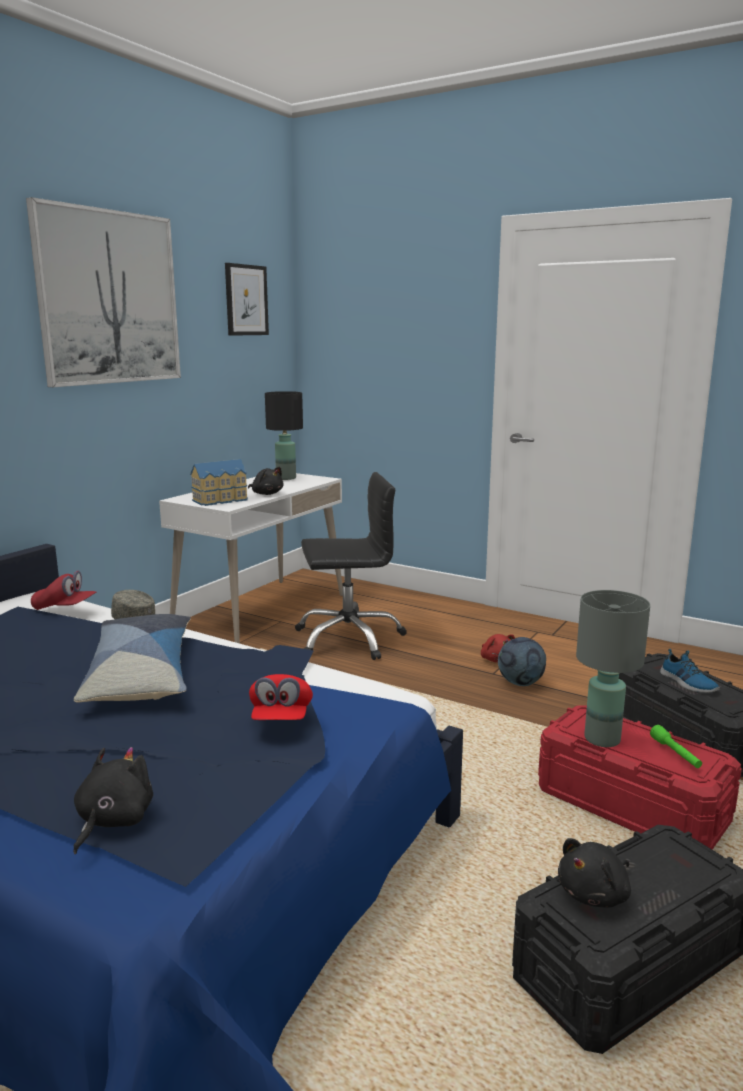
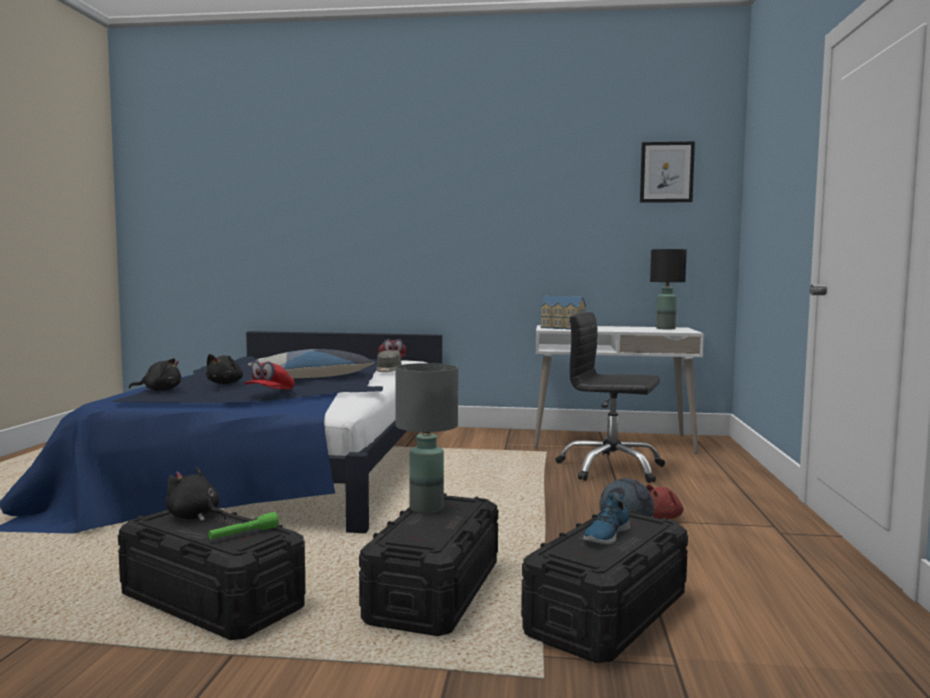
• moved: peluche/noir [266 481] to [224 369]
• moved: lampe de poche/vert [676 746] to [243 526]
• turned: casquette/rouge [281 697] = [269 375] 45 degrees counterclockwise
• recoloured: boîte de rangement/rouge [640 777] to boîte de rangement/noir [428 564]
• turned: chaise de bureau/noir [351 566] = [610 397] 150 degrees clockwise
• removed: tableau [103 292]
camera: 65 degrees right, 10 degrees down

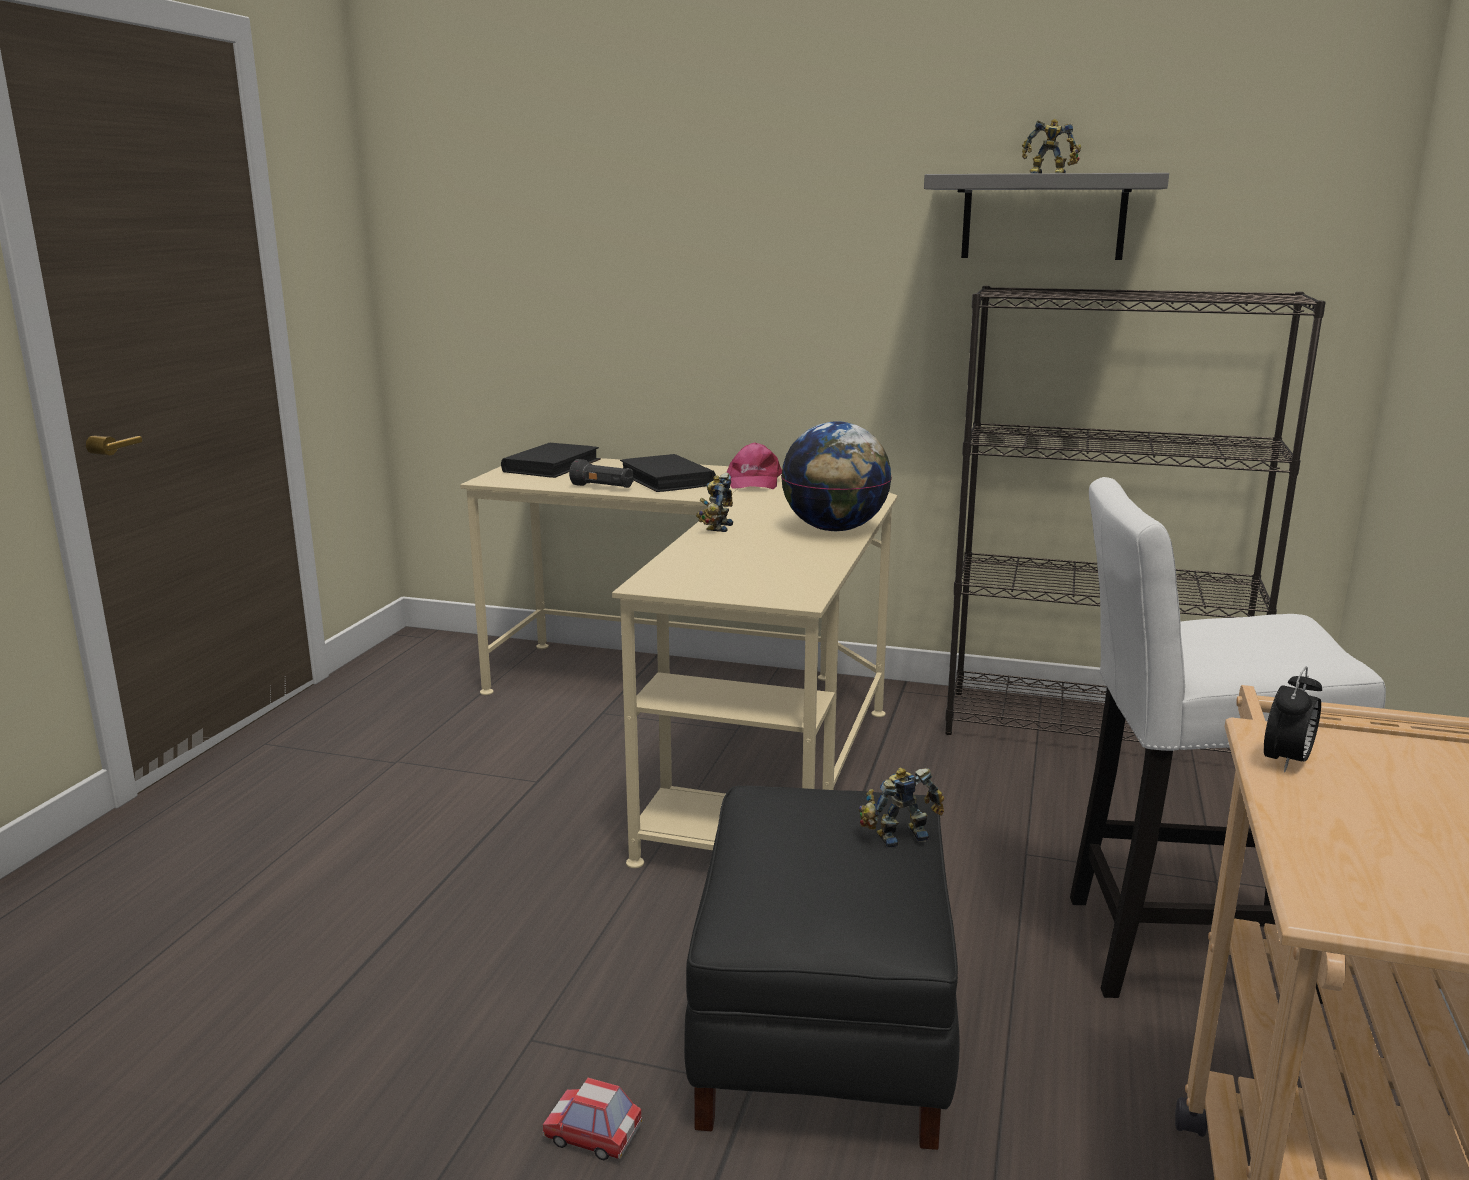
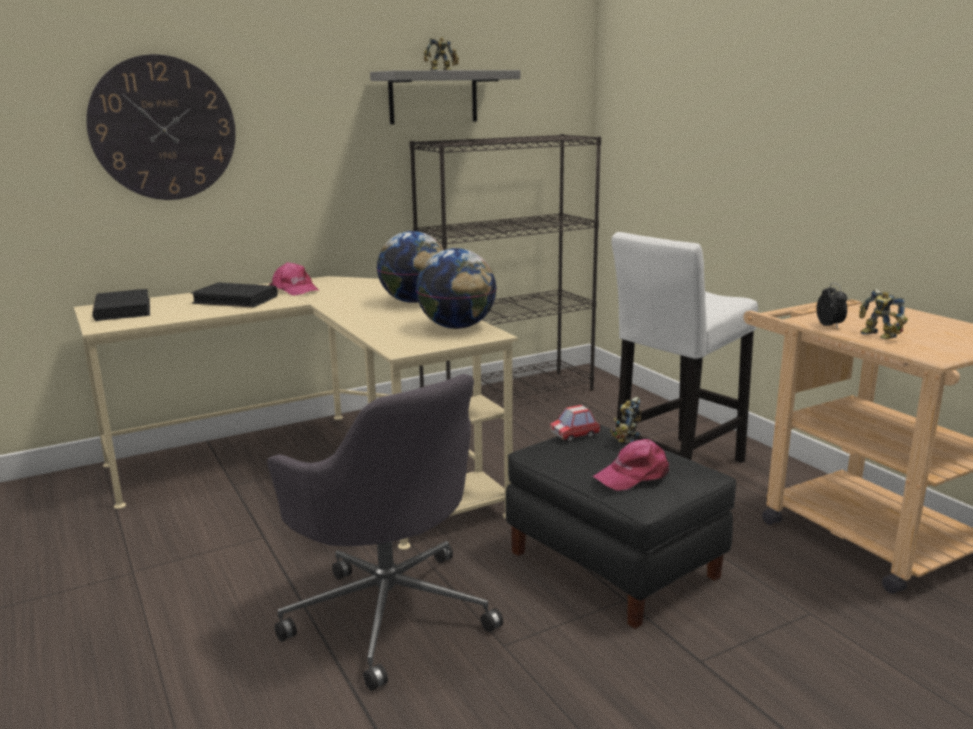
• added: horloge murale [161 127]
• added: chaise de bureau/gris [385 532]
• added: globe [456 288]
• moved: petite voiture [592 1119] to [575 423]
• added: casquette/rose [631 465]
• moved: robot jouet [714 502] to [883 314]
• removed: lampe de poche/noir [601 473]
camera: 45 degrees left, 0 degrees up

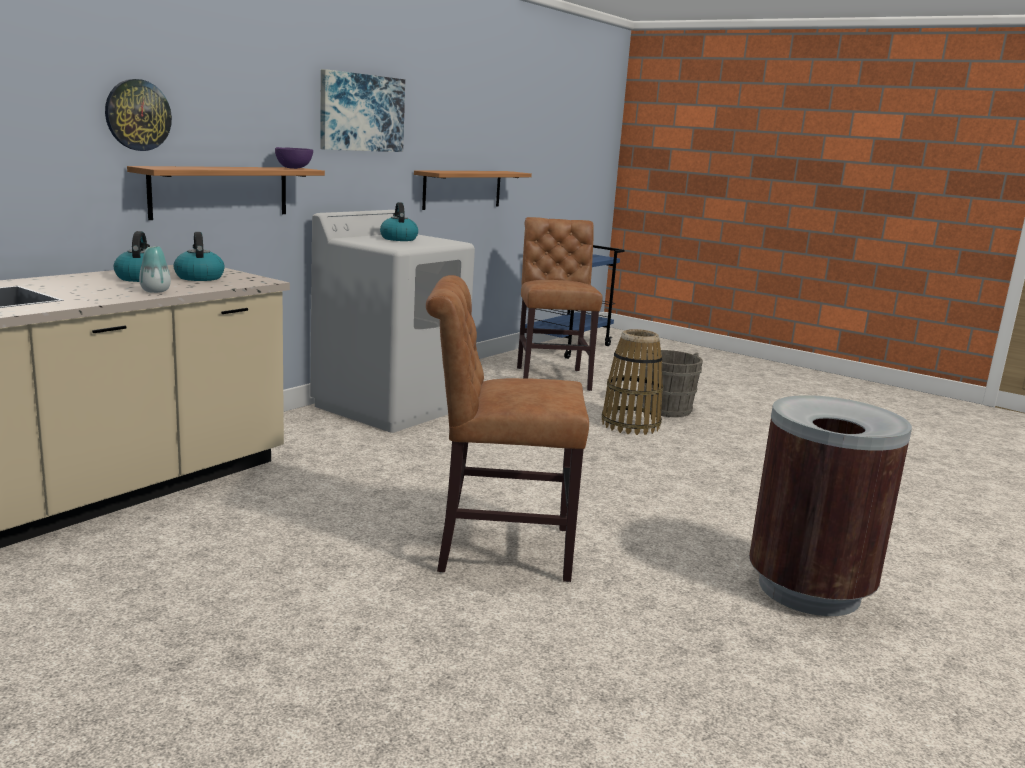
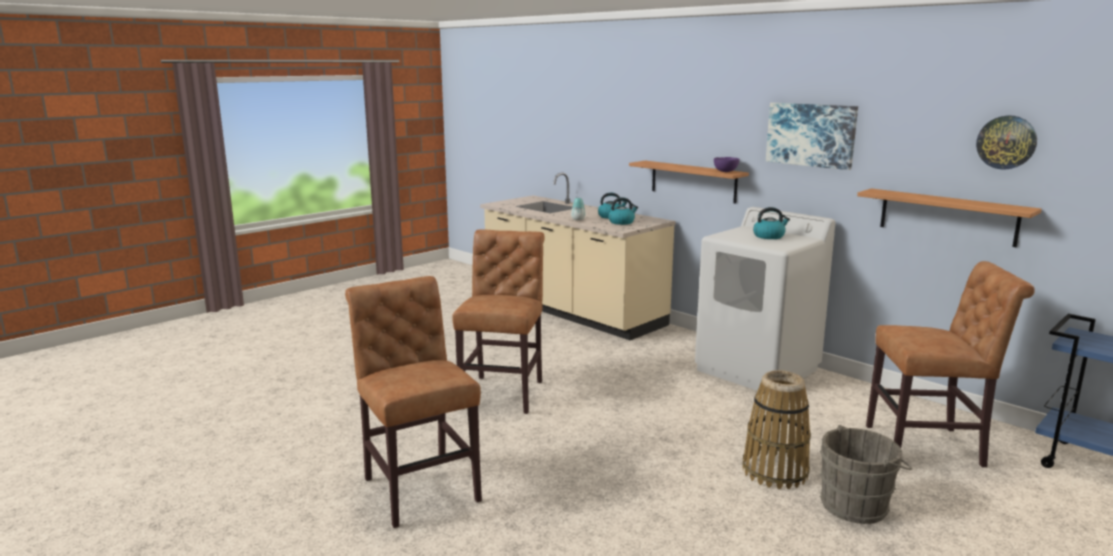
• replaced: poubelle/marron [830 505] to chaise/marron [413 402]
• moved: horloge murale [138 115] to [1006 143]
camera: 100 degrees right, 0 degrees up

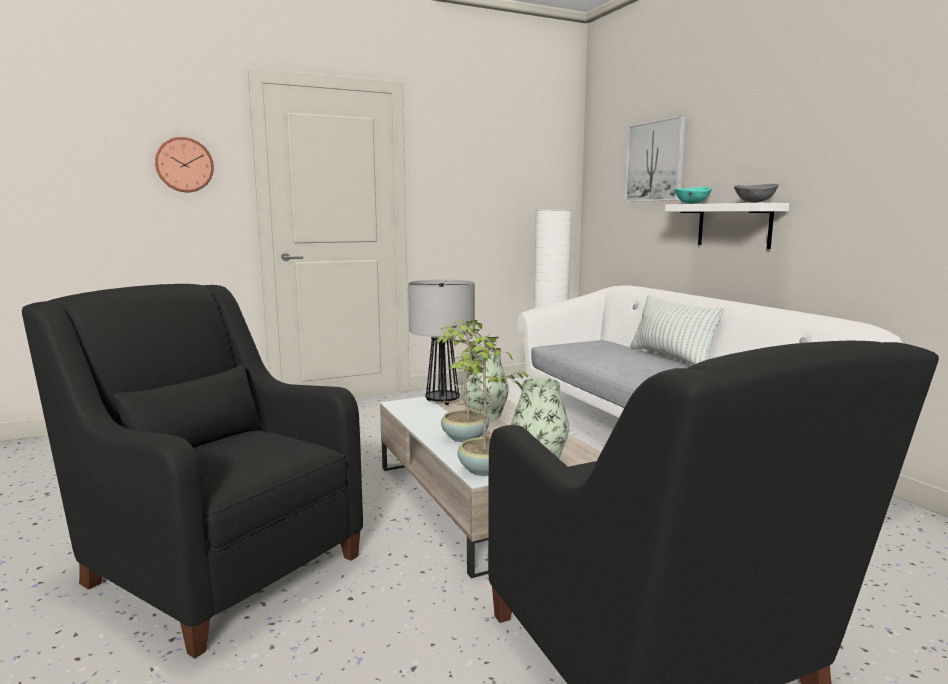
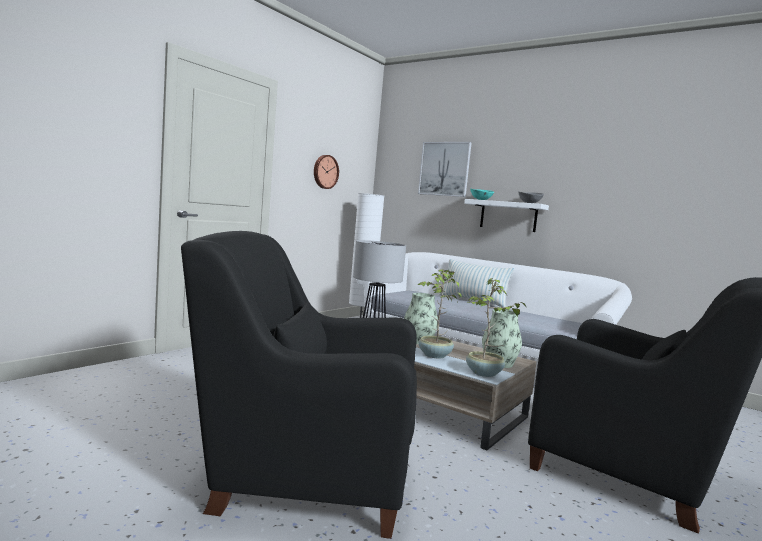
• moved: horloge murale [184 164] to [326 172]
camera: 30 degrees left, 5 degrees down

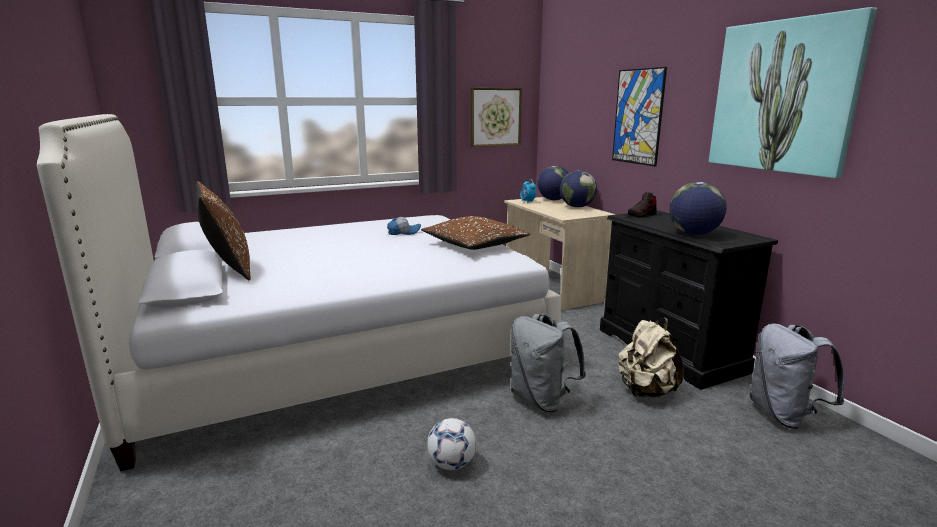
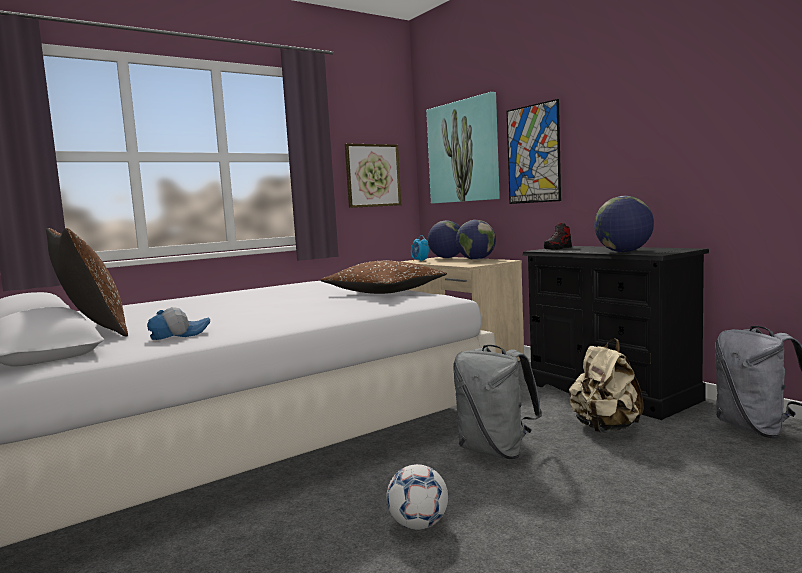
• moved: casquette [404 226] to [178 323]
• moved: tableau [793 92] to [463 148]
camera: 10 degrees left, 10 degrees down

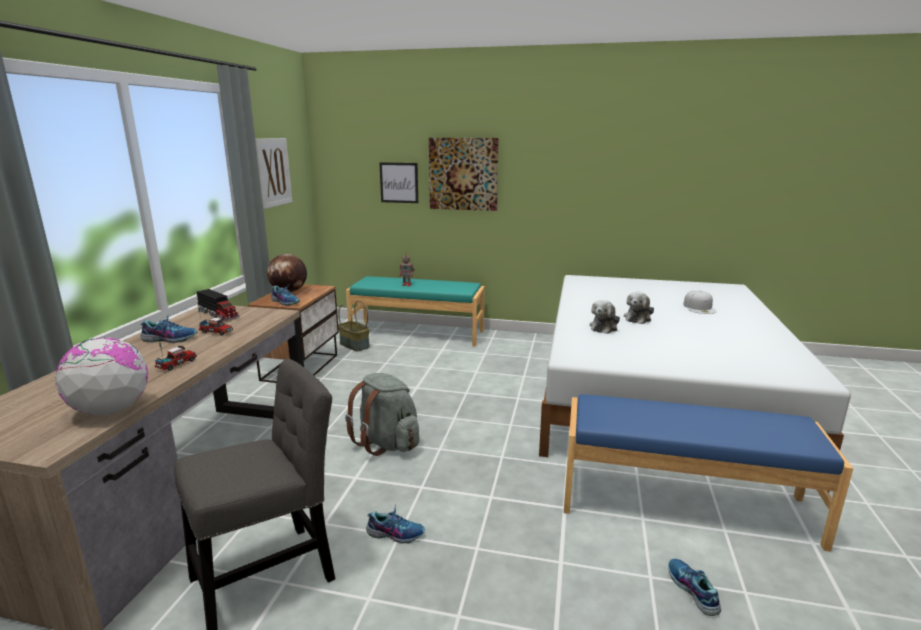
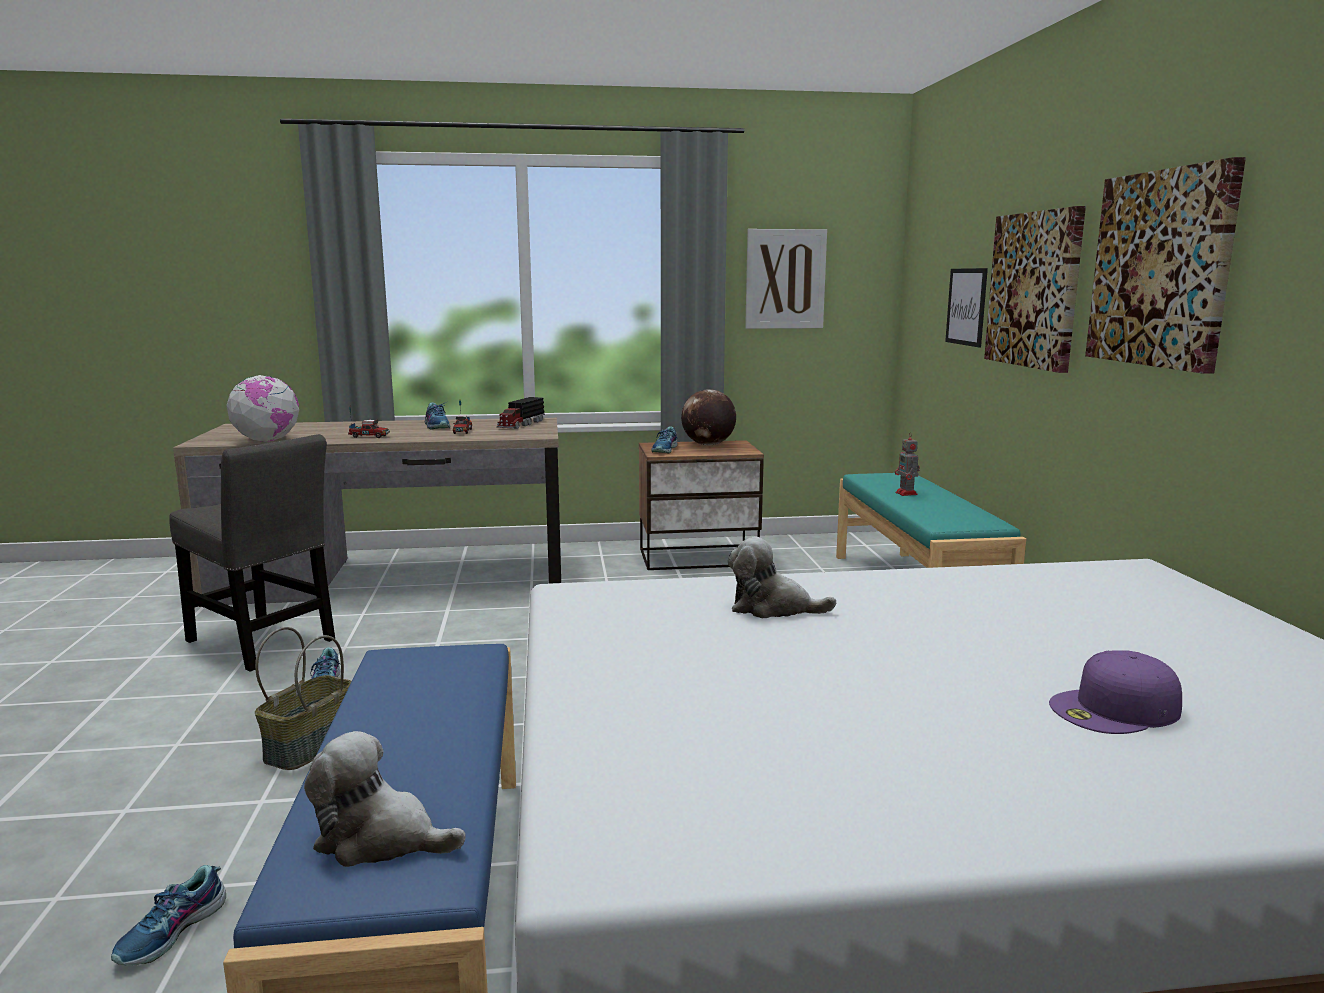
• turned: chaussure [694 587] = [168 915] 150 degrees clockwise
• moved: panier [354 326] to [303 698]
• moved: peluche [639 308] to [385 799]
• recoloured: casquette/blanc [700 302] to casquette/violet [1115 692]
• added: tableau [1165 265]
• removed: sac à dos/gris [382 414]
camera: 70 degrees right, 5 degrees down

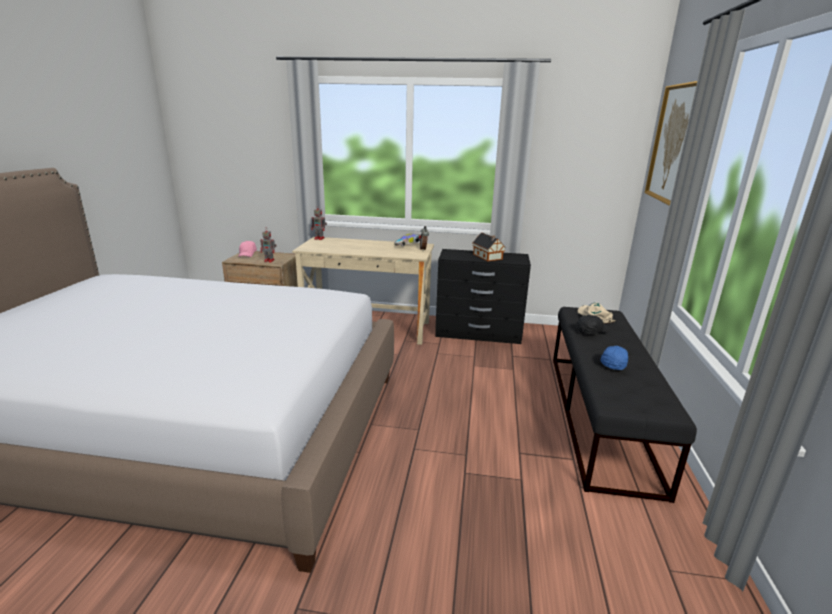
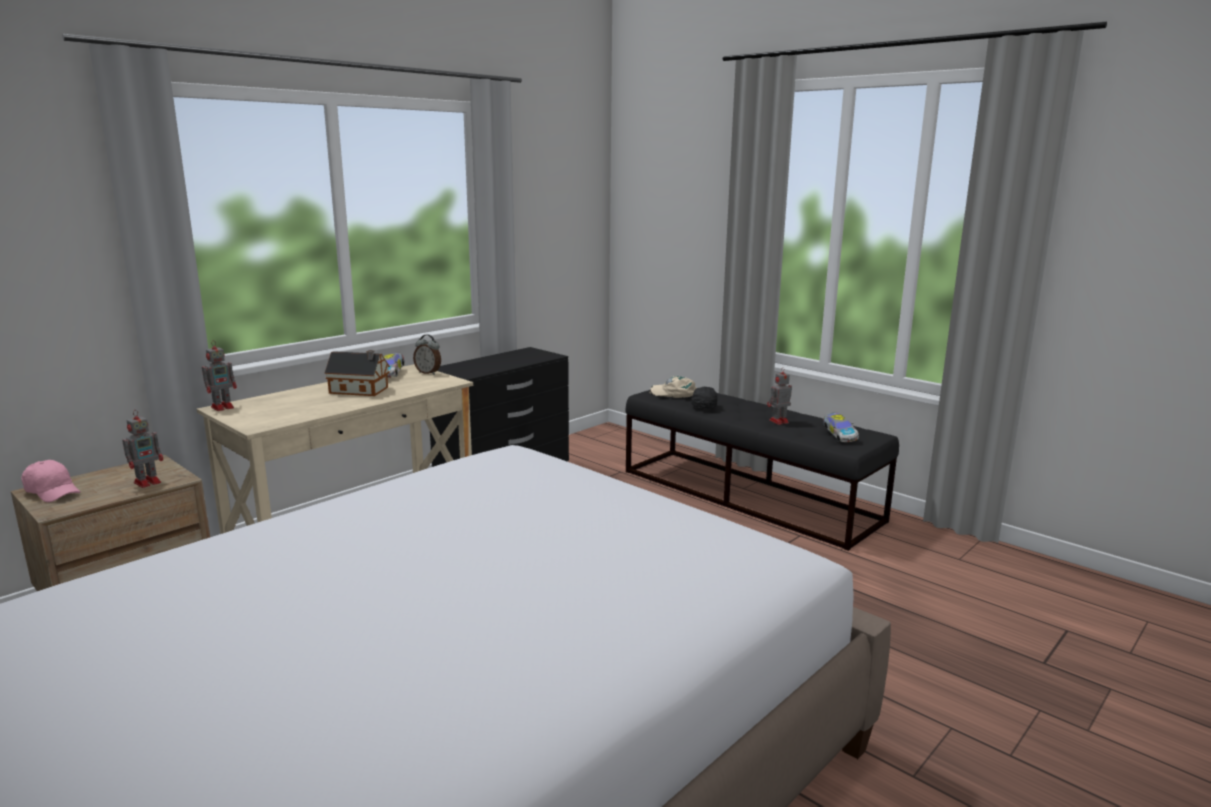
• moved: maison miniature [489 247] to [357 373]
• replaced: casquette/bleu [614 358] to robot jouet [779 396]
• added: petite voiture [841 427]
• removed: tableau [671 143]
camera: 55 degrees left, 5 degrees down

